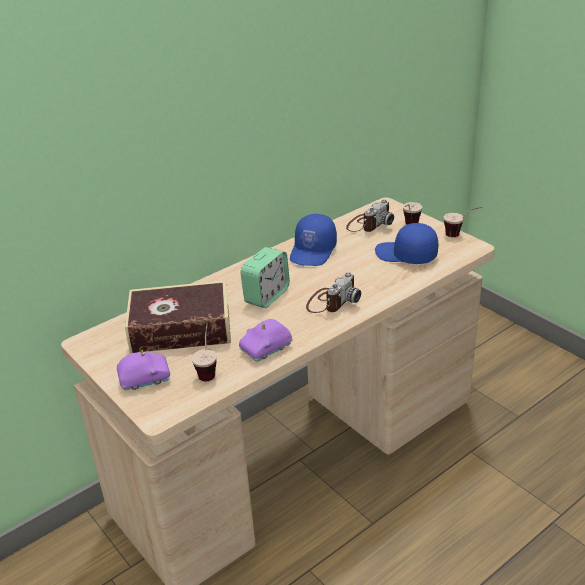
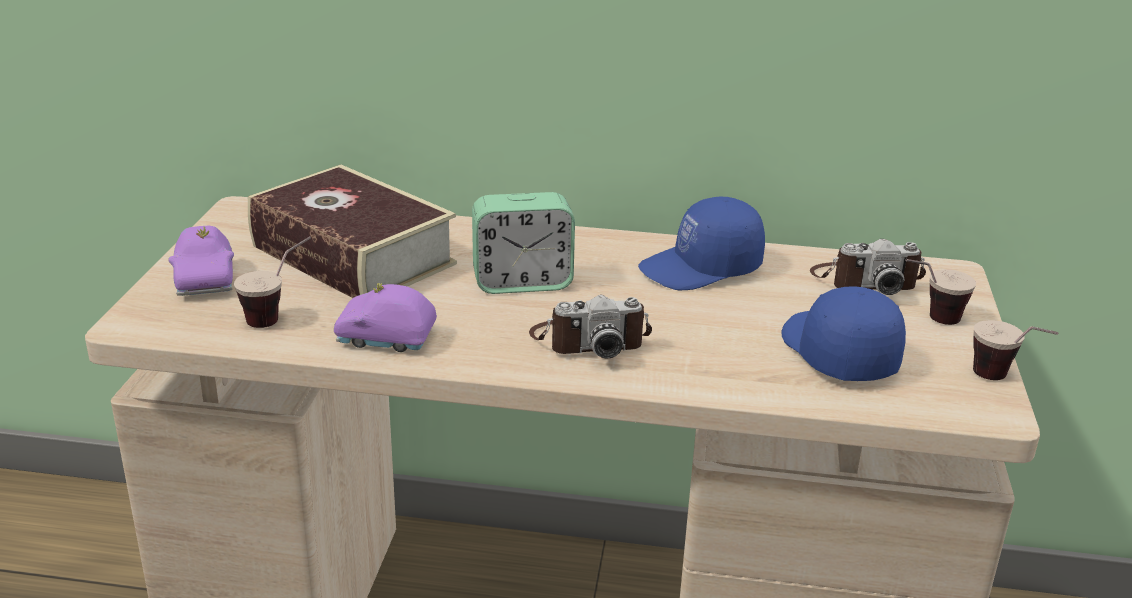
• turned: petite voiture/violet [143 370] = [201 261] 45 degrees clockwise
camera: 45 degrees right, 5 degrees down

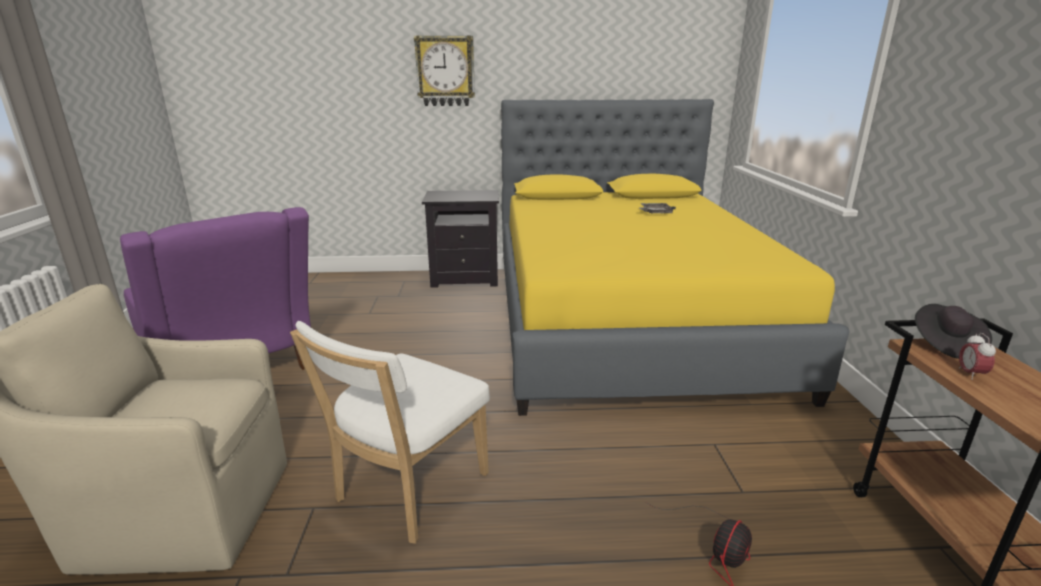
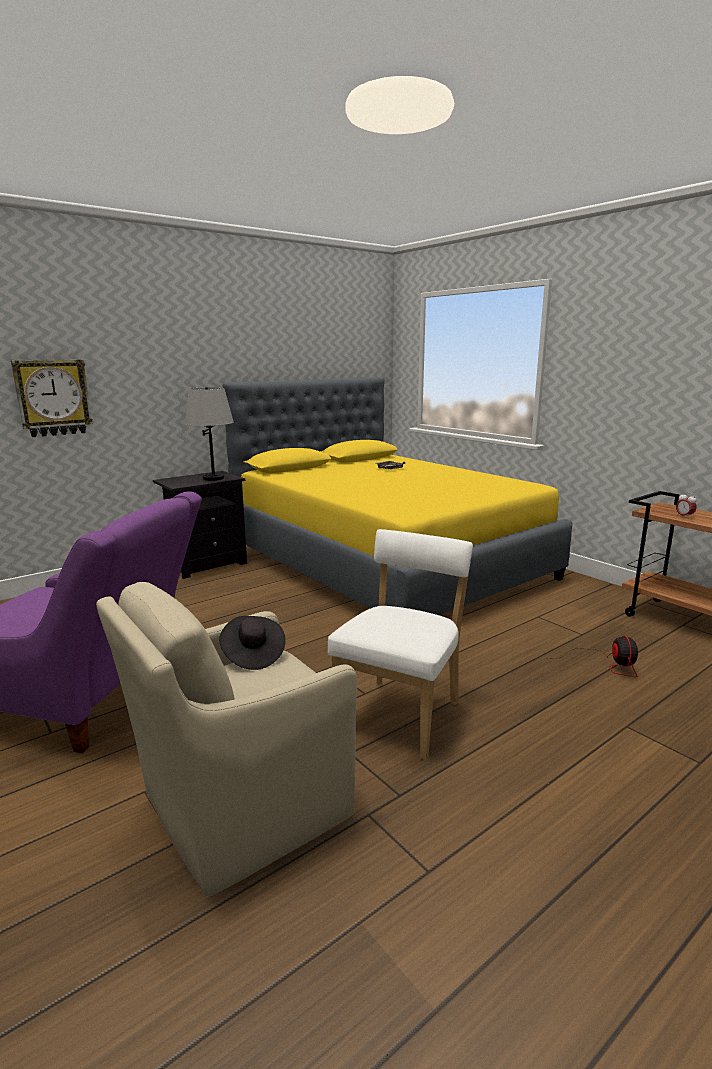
• moved: horloge murale [444 70] to [52 398]
• added: lampe de table/gris [209 434]
• moved: chapeau/noir [953 331] to [252 643]
• turned: chaise/blanc [390 432] = [400 644] 150 degrees counterclockwise
camera: 35 degrees left, 5 degrees down

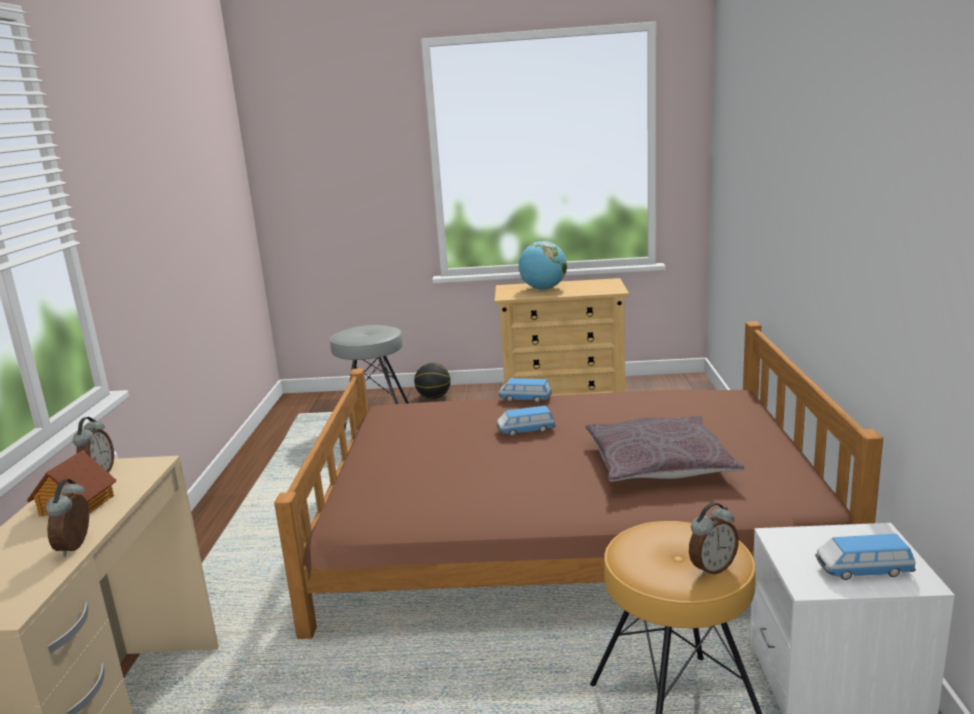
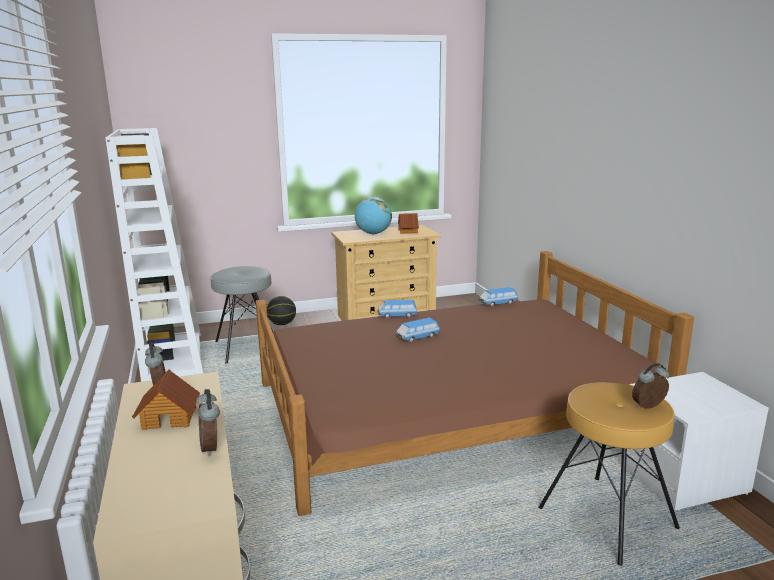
• added: bibliothèque/blanc [154 255]
• added: maison miniature [408 223]
• moved: petite voiture [865 557] to [498 297]
• turned: réveil [714 539] = [650 386] 150 degrees counterclockwise
• removed: coussin/gris [664 449]
camera: 20 degrees left, 0 degrees up

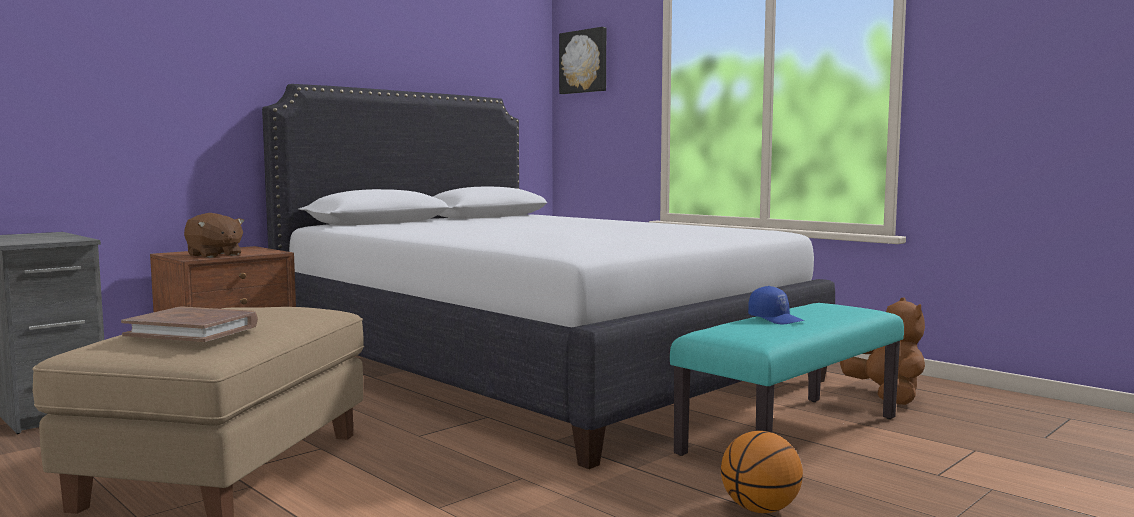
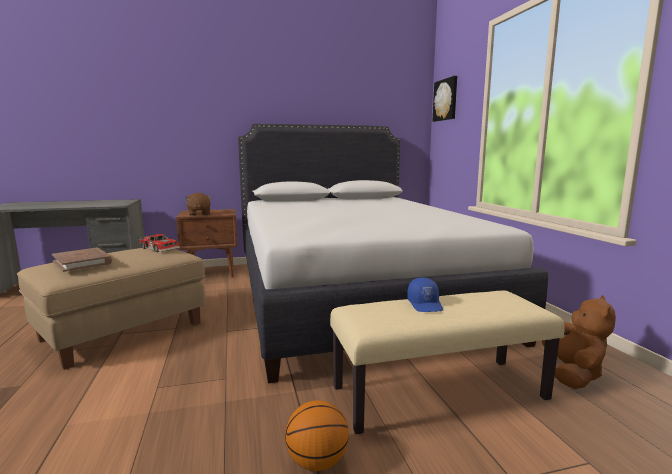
• added: petite voiture [159 243]
• recoloured: banc/turquoise [787 379] to banc/beige [447 362]
camera: 30 degrees right, 5 degrees up

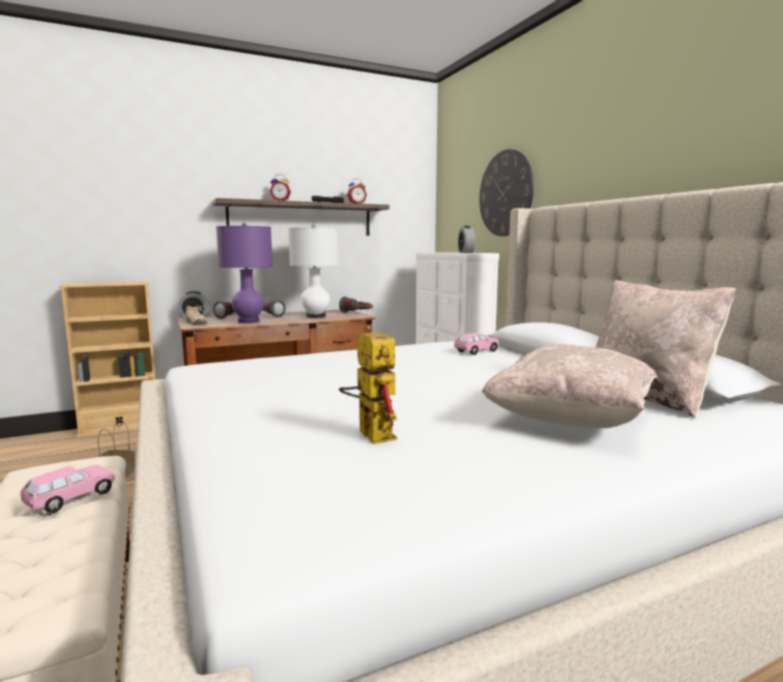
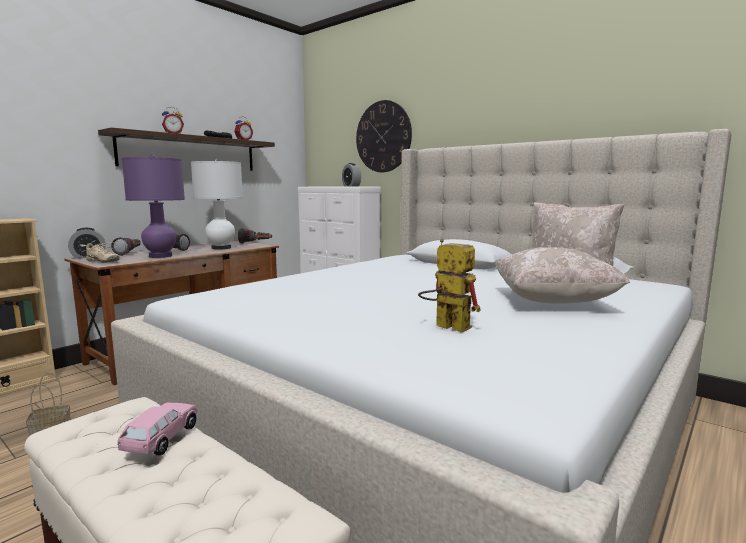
• removed: petite voiture/rose [476 344]
camera: 25 degrees left, 0 degrees up

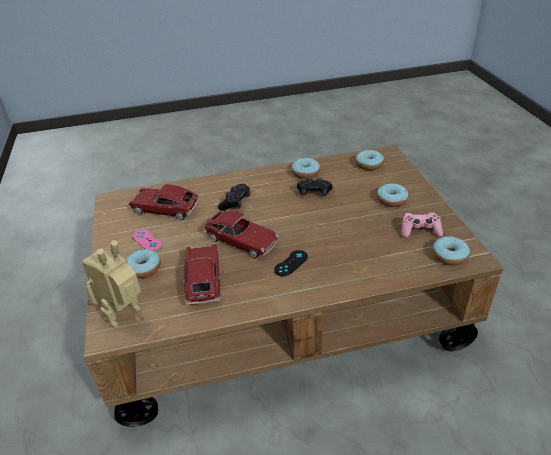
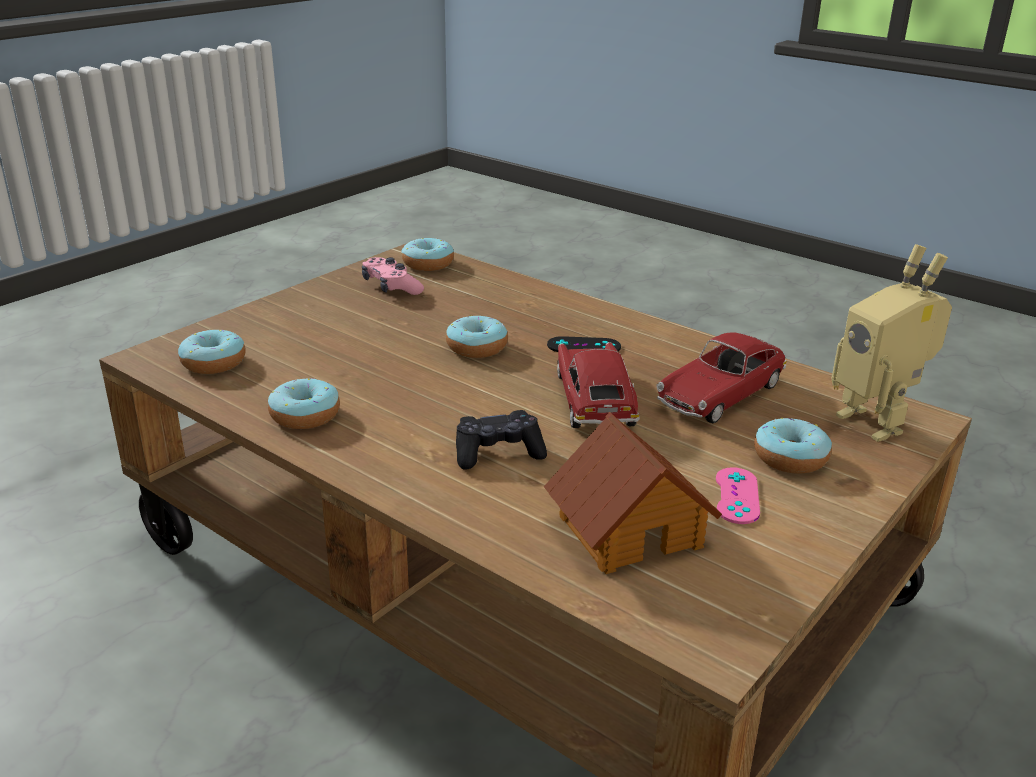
• moved: beignet [392 195] to [477 337]
• replaced: petite voiture [164 202] to maison miniature [633 493]
• turned: robot jouet [111 284] = [892 343] 60 degrees clockwise
• removed: manette/noir [315 187]
camera: 130 degrees left, 10 degrees down

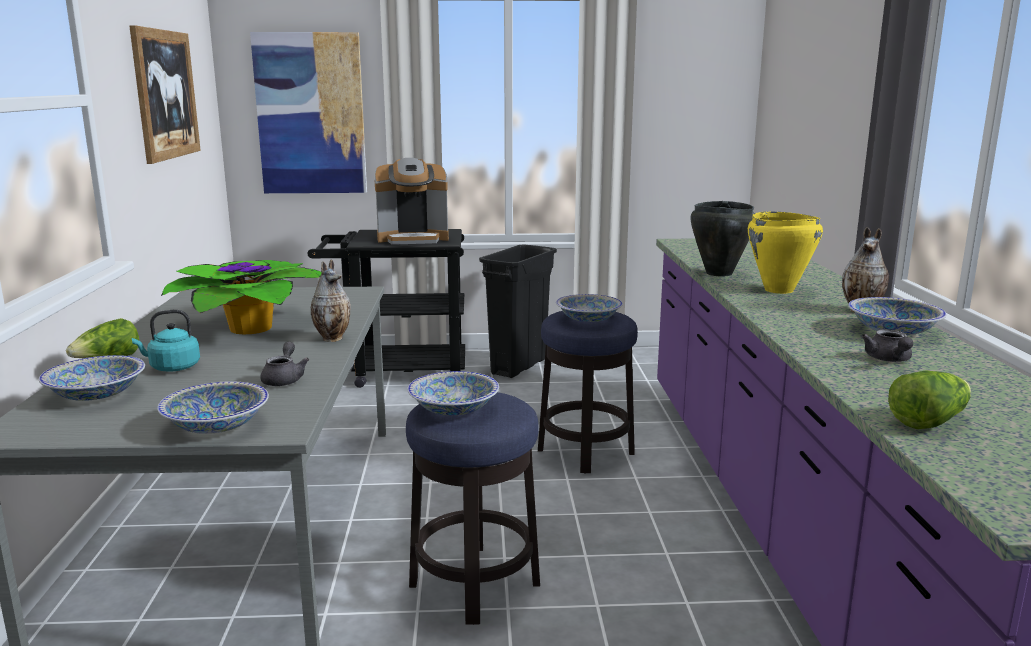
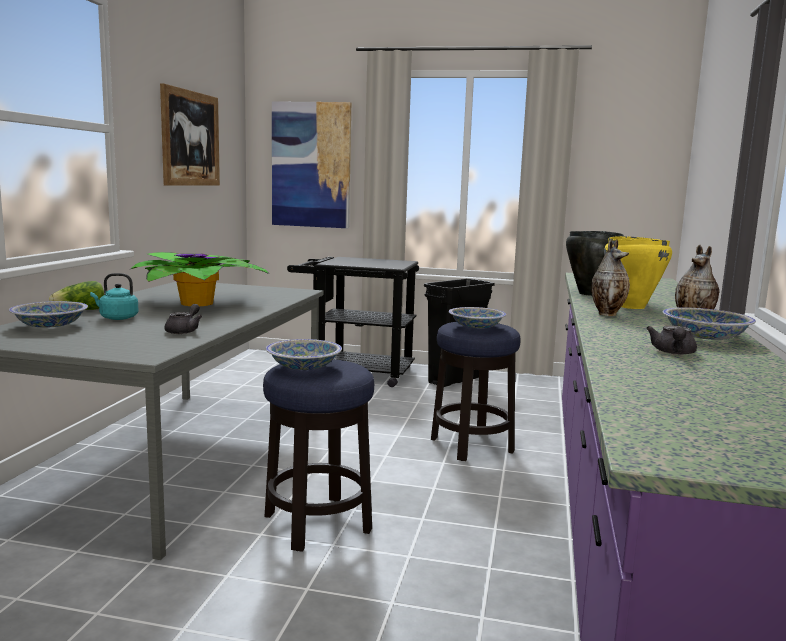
• moved: vase [331 301] to [610 277]
• removed: bol [213 407]
• removed: machine à café [411 201]
• removed: laitue [929 399]
camera: 15 degrees right, 5 degrees down

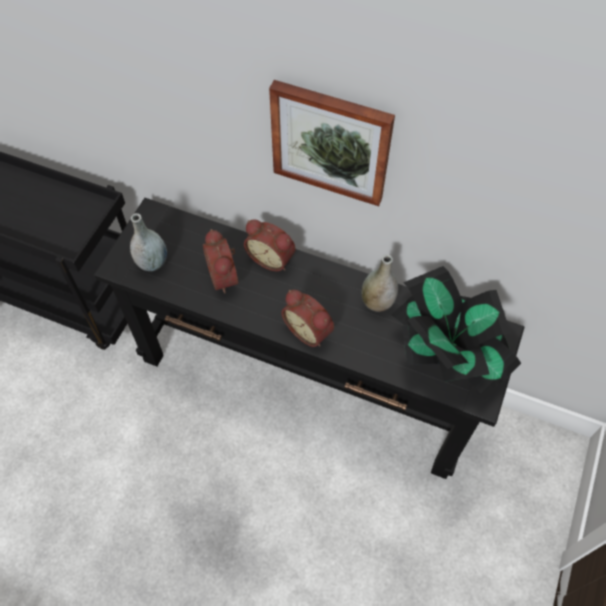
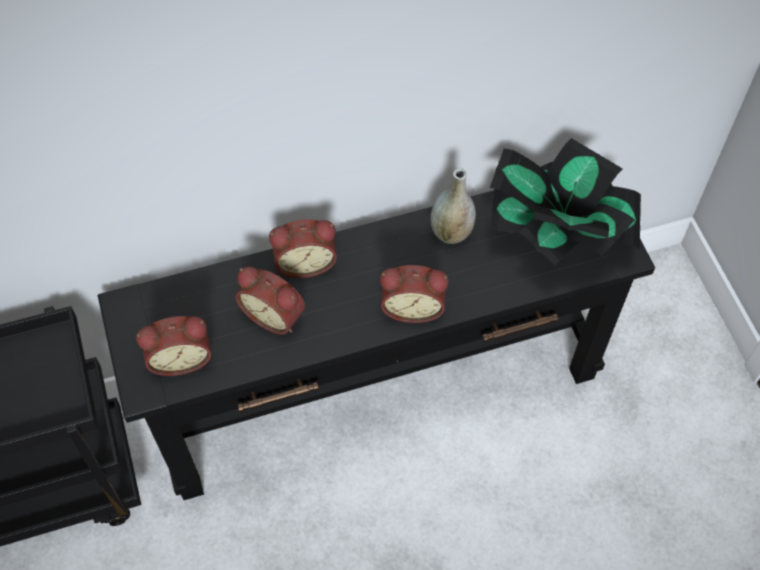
• replaced: vase/gris [148 242] to réveil [173 346]
• removed: tableau [332 143]
camera: 40 degrees left, 0 degrees up

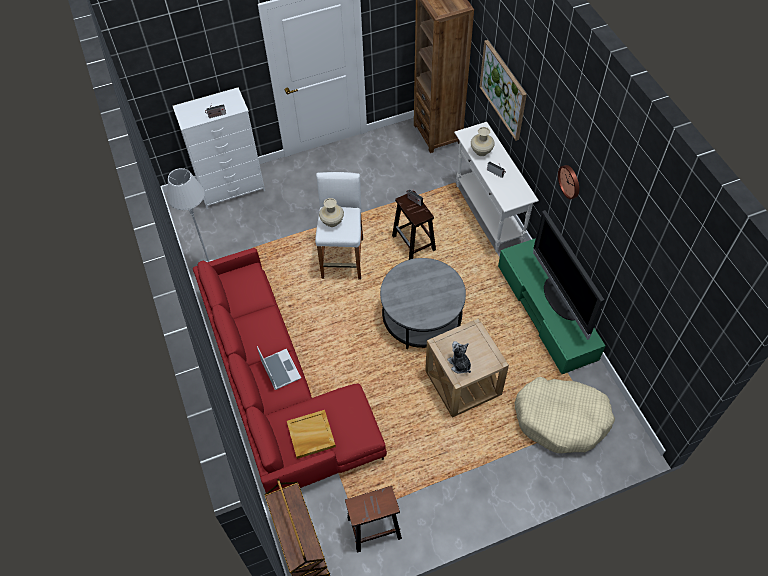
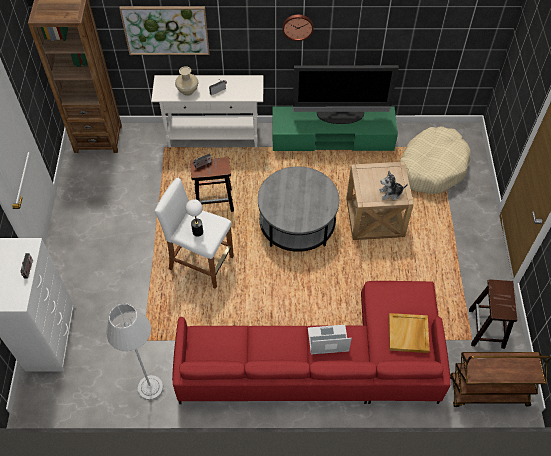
• replaced: vase/beige [331 212] to lampe de table [194 218]
camera: 70 degrees left, 0 degrees up

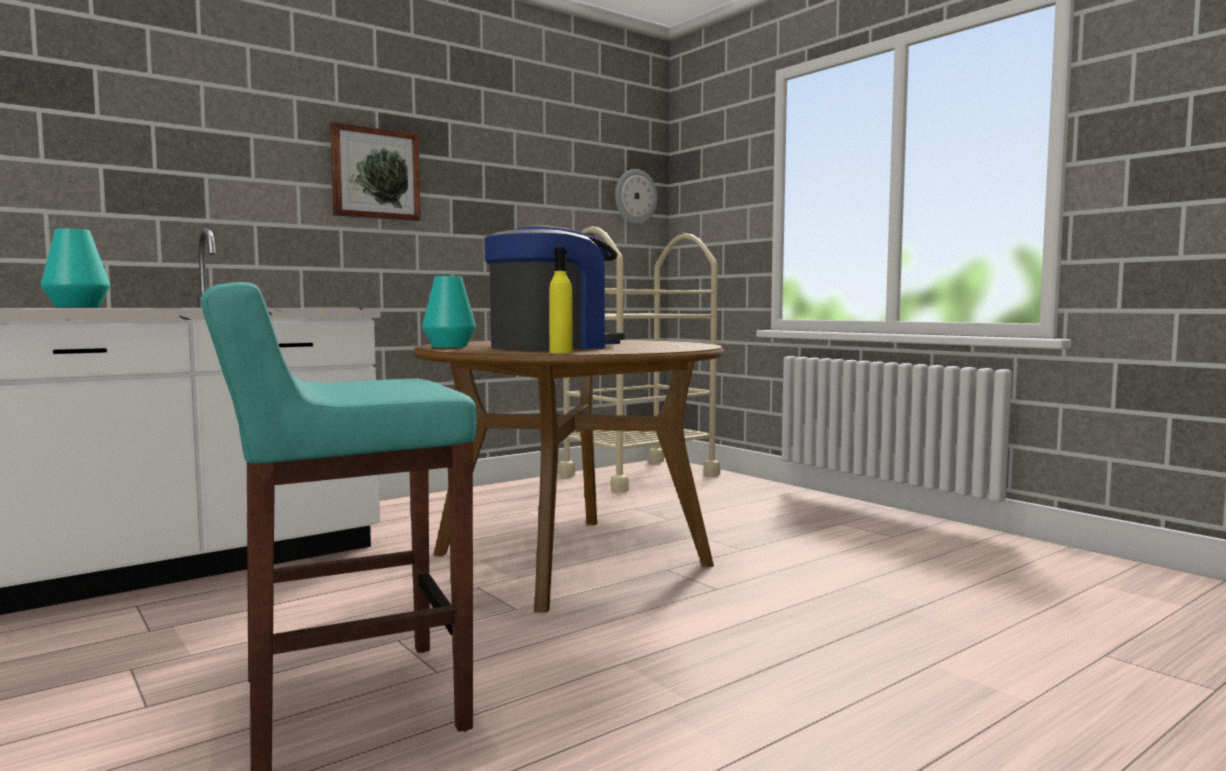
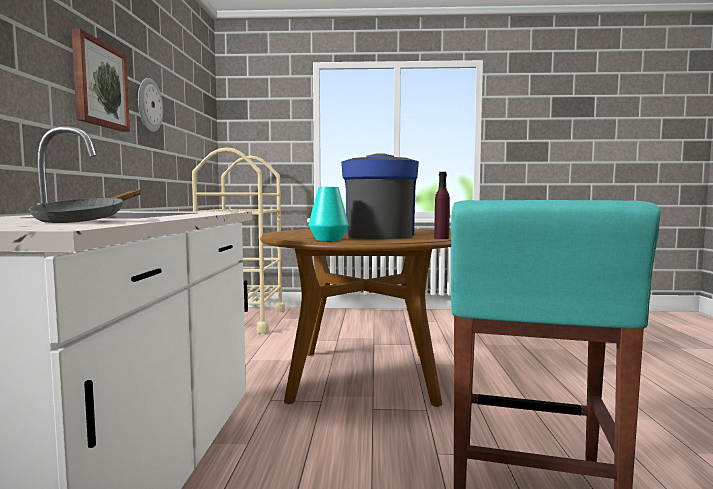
• replaced: vase/turquoise [75 268] to poêle/gris [84 206]
• moved: horloge murale [636 196] to [150 105]
• recoloured: bouteille/jaune [561 300] to bouteille/violet [442 205]
camera: 50 degrees left, 0 degrees up

